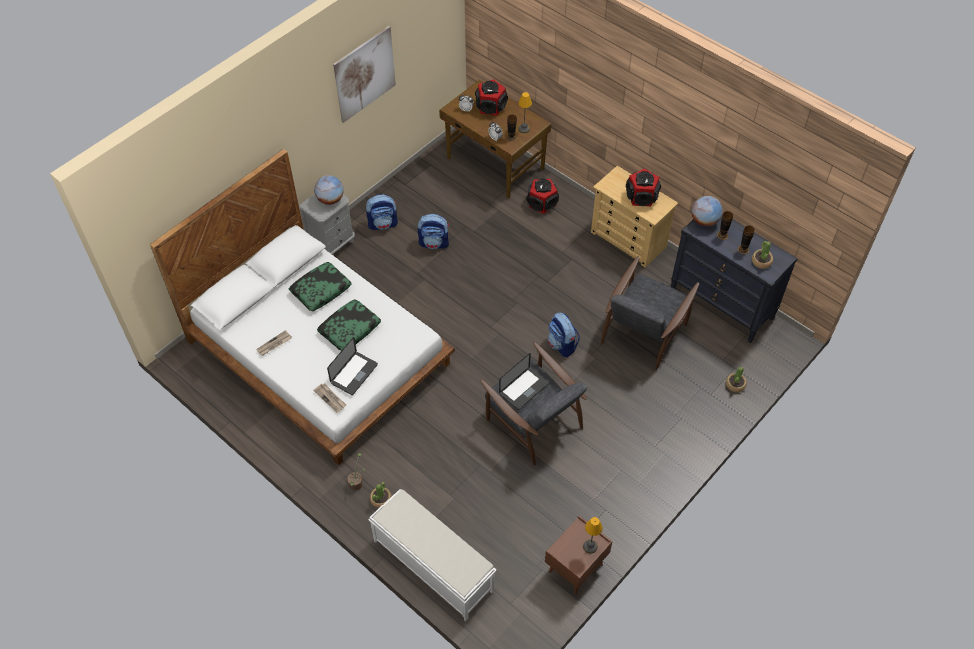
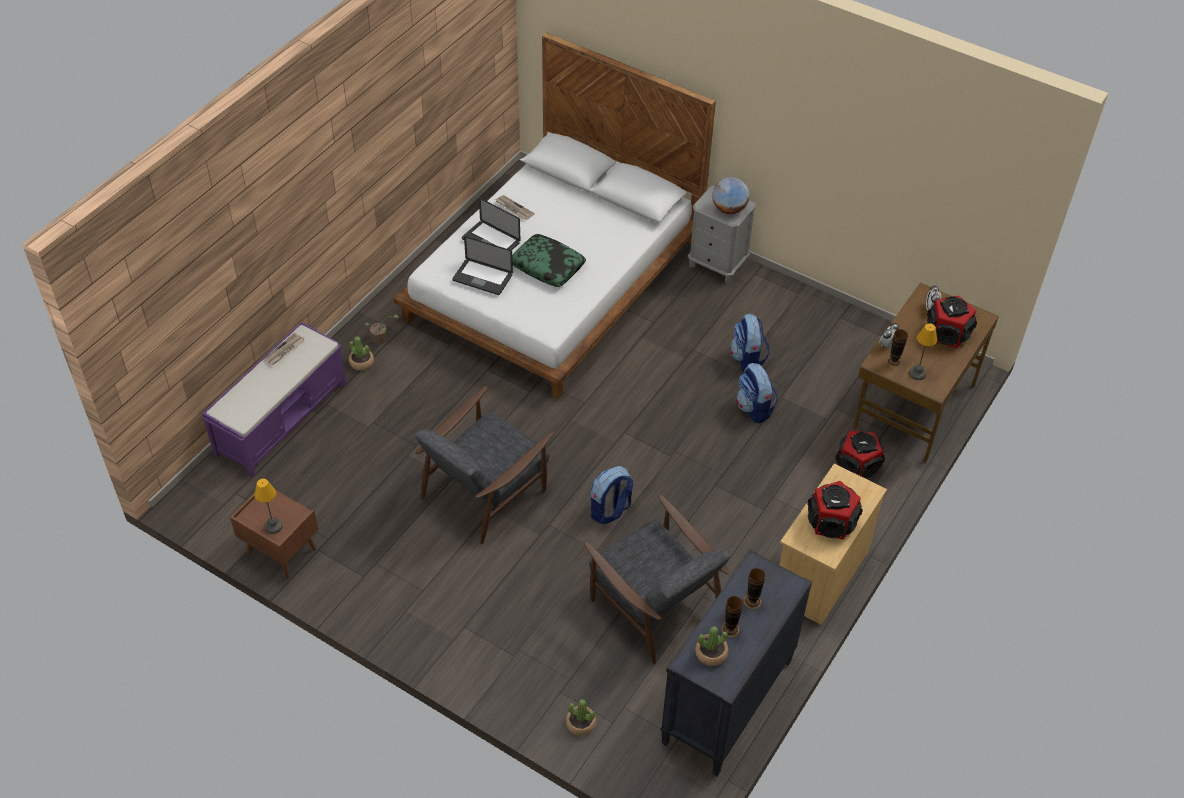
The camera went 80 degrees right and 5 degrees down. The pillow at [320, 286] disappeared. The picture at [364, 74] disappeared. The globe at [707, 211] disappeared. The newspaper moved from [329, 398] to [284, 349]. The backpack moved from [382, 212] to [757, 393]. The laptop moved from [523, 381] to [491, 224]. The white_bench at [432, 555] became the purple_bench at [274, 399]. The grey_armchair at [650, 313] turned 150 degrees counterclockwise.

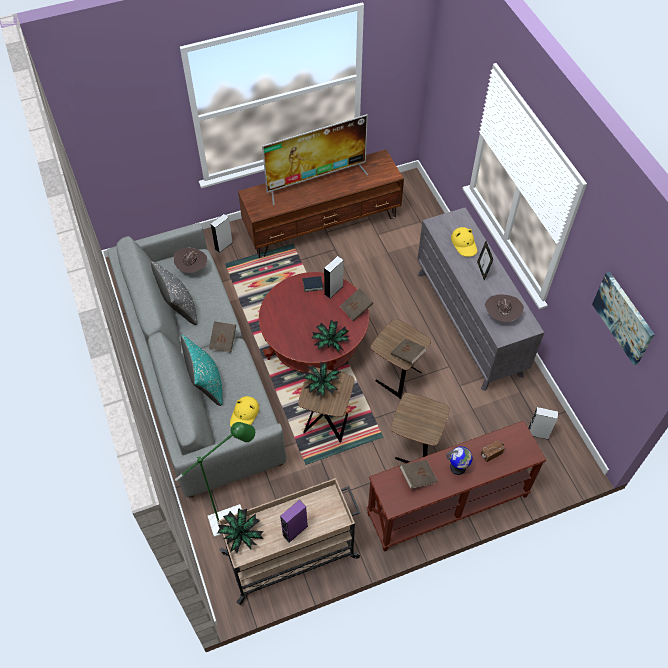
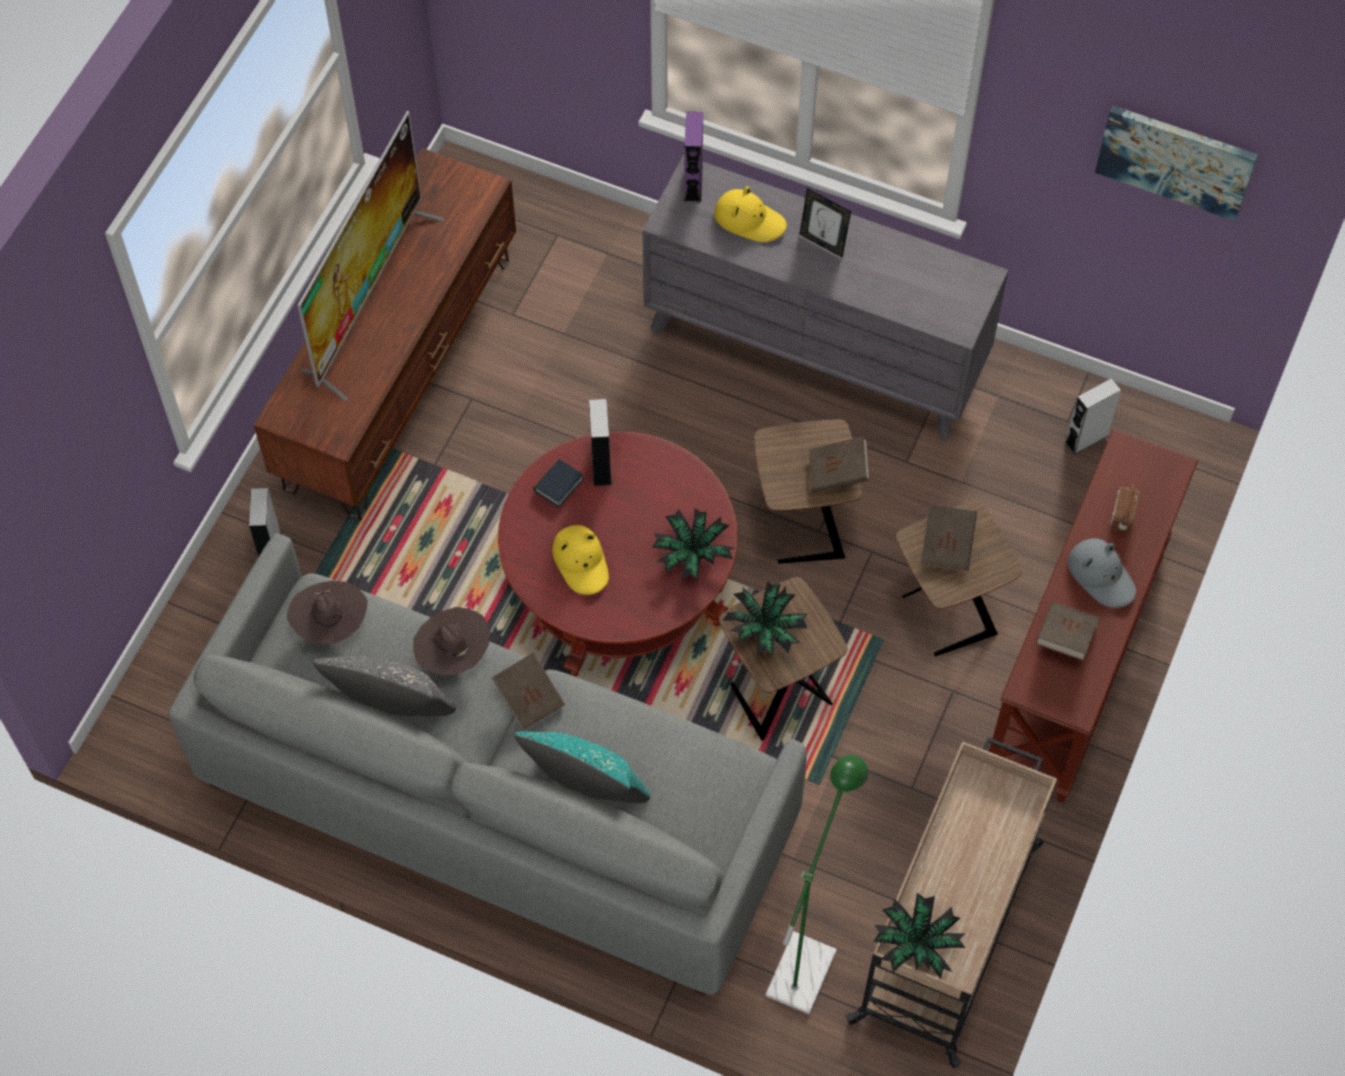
The camera went 45 degrees left and 5 degrees up. The yellow_hat moved from [244, 411] to [580, 560]. The purple_speaker moved from [294, 521] to [693, 156]. The brown_book moved from [357, 304] to [949, 537]. The brown_hat moved from [504, 308] to [451, 641]. The globe at [459, 460] was replaced by the grey_hat at [1102, 573].

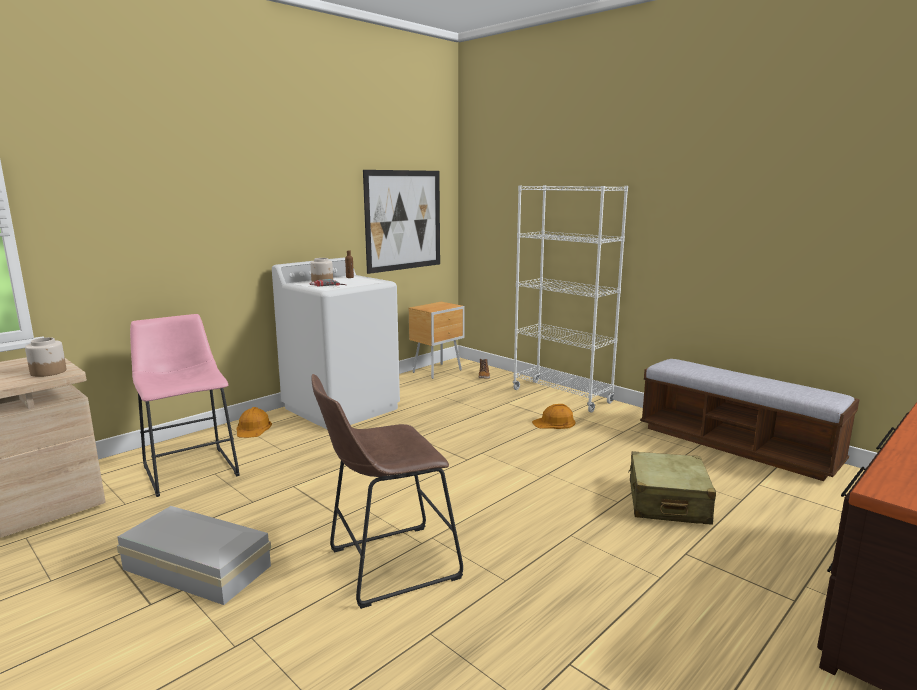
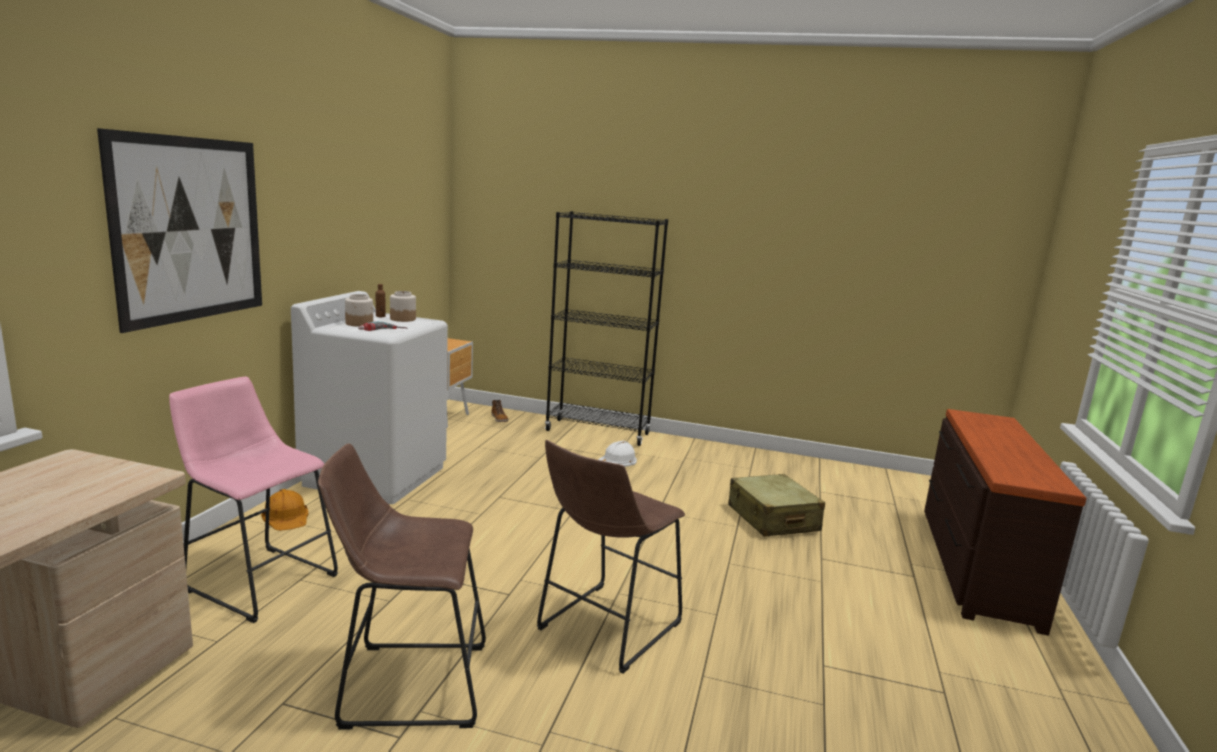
The camera went 30 degrees left and 0 degrees up. The bench at [750, 420] disappeared. The jar moved from [45, 357] to [403, 306]. The picture moved from [401, 222] to [179, 230]. The white_storage_box at [194, 555] was replaced by the brown_stool at [402, 586]. The white_bookcase at [570, 299] became the black_bookcase at [606, 328]. The orange_hard_hat at [553, 416] became the white_hard_hat at [617, 454].

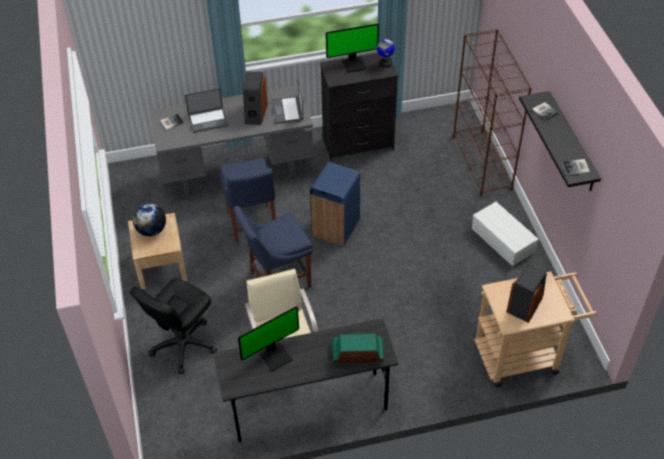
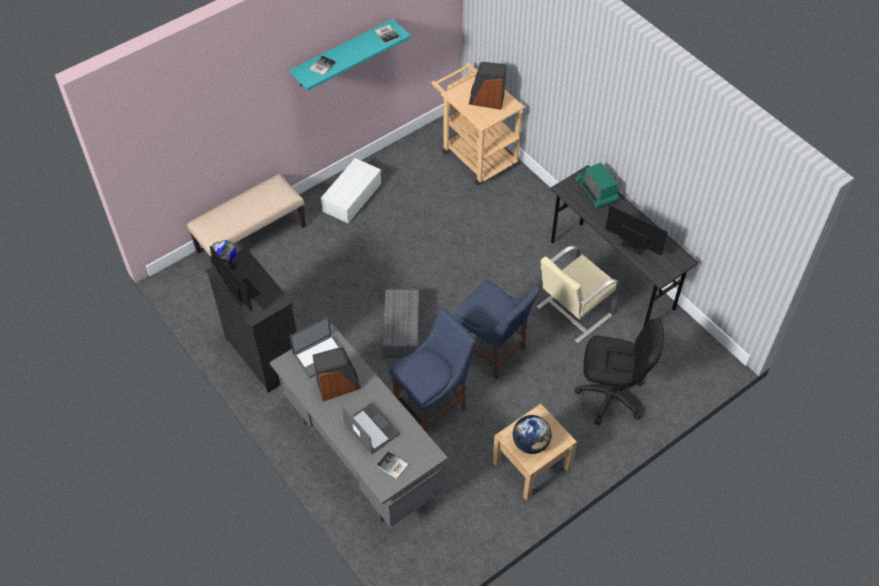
The camera went 115 degrees left and 5 degrees up. The blue_trash_can at [335, 204] was replaced by the grey_storage_box at [401, 324]. The brown_bookcase at [492, 112] was replaced by the beige_bench at [246, 220]. The black_shelf at [560, 141] became the turquoise_shelf at [350, 55].

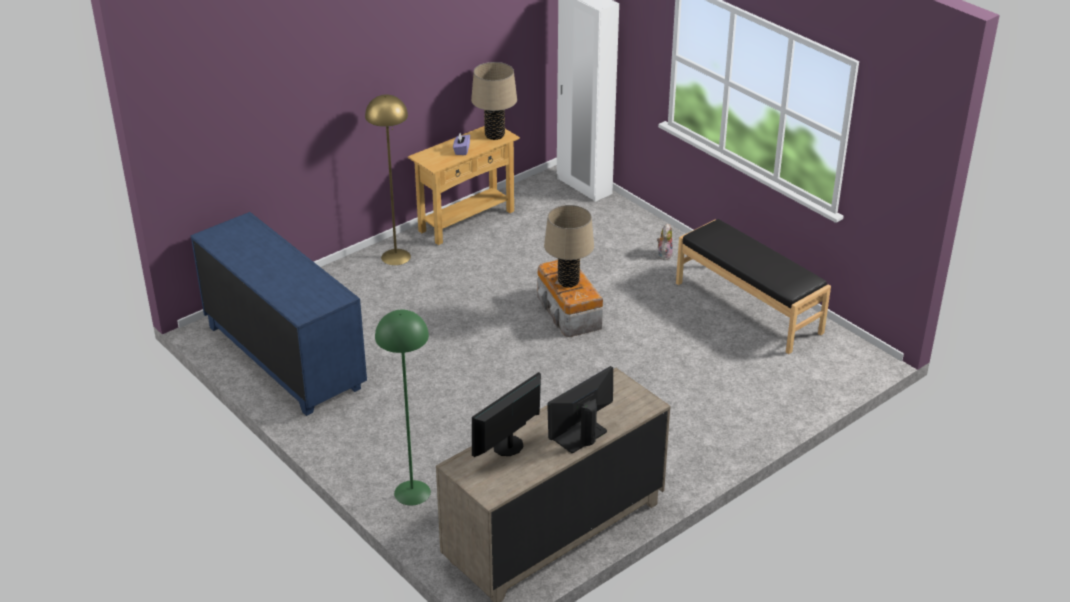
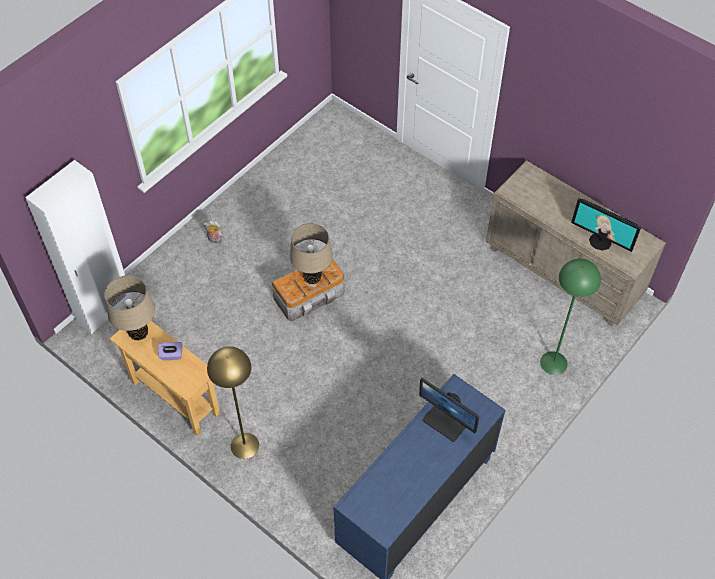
The camera went 100 degrees left and 20 degrees up. The black_bench at [753, 286] disappeared. The monitor moved from [580, 409] to [449, 410].

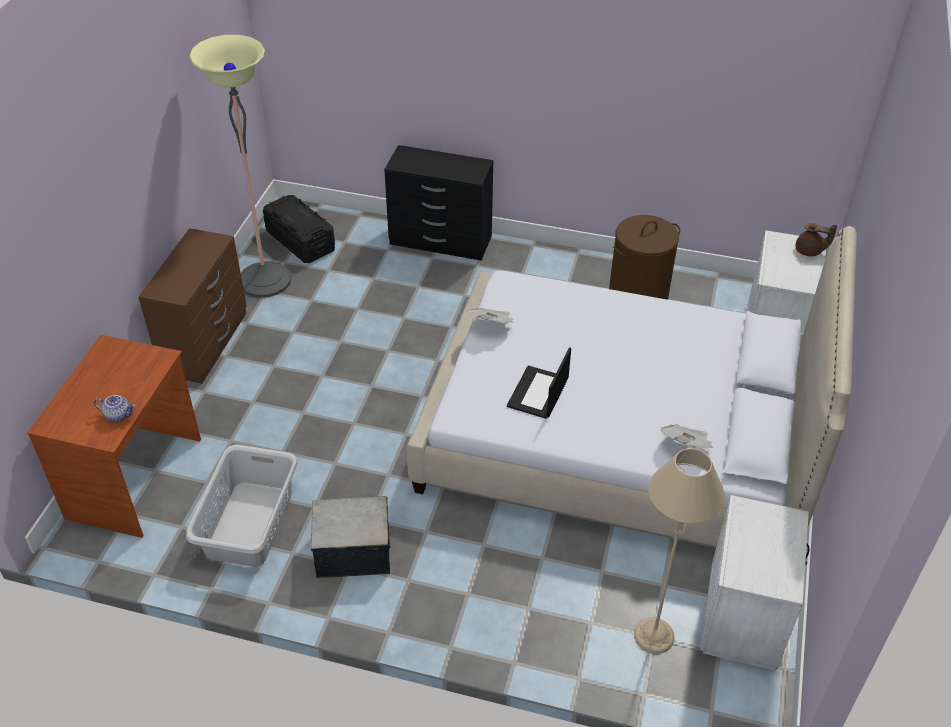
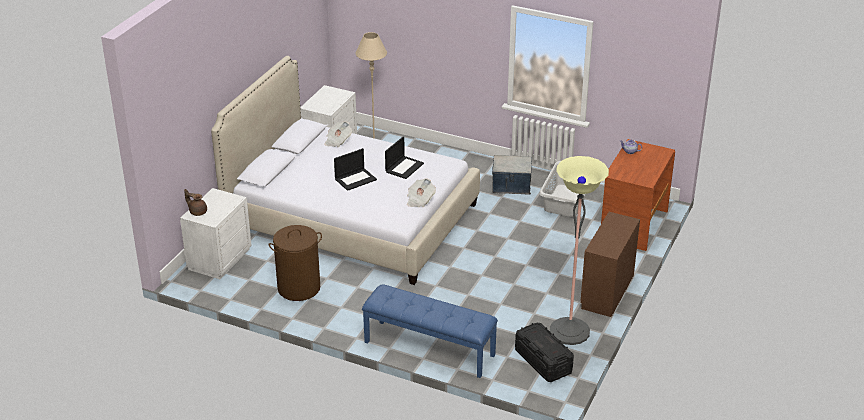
The camera went 170 degrees left and 10 degrees down. The laptop at [355, 169] appeared. The black_dresser at [438, 203] was replaced by the blue_bench at [430, 331].

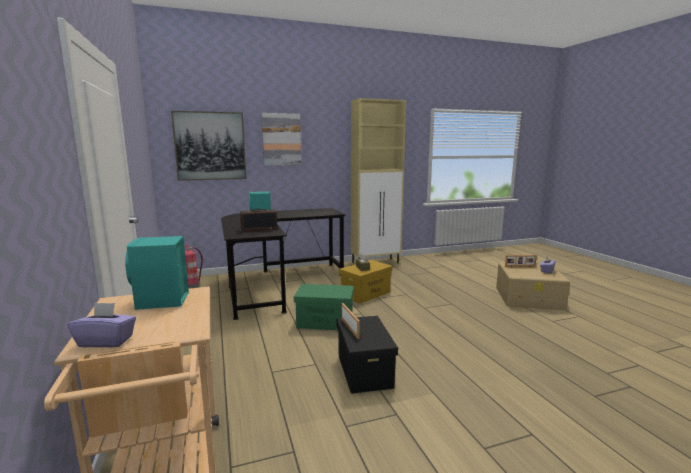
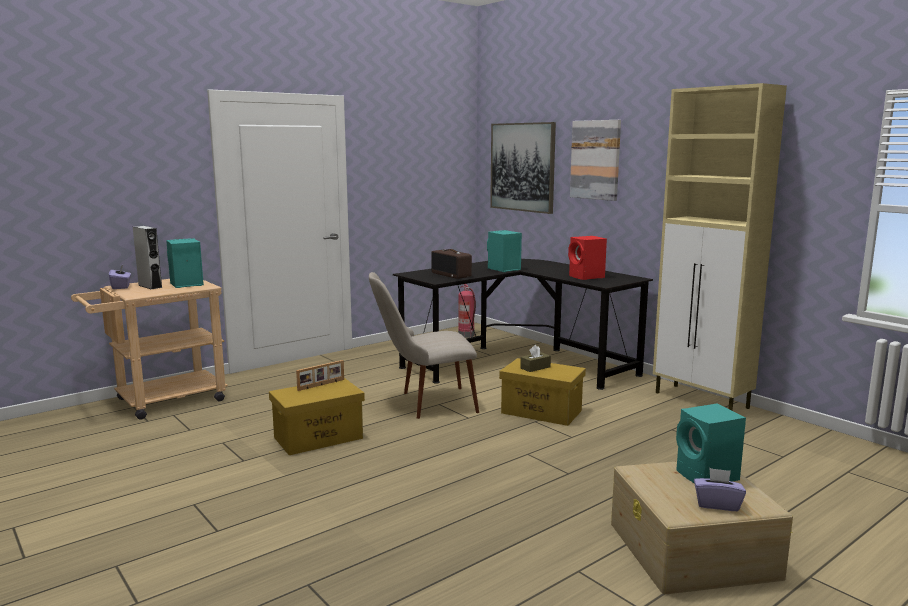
The camera went 70 degrees right and 0 degrees up. The grey_speaker at [147, 257] appeared. The red_speaker at [587, 258] appeared. The green_storage_box at [324, 307] was replaced by the beige_chair at [424, 345]. The picture_frame at [521, 261] was replaced by the turquoise_speaker at [711, 443]. The black_storage_box at [367, 355] became the yellow_storage_box at [317, 416].

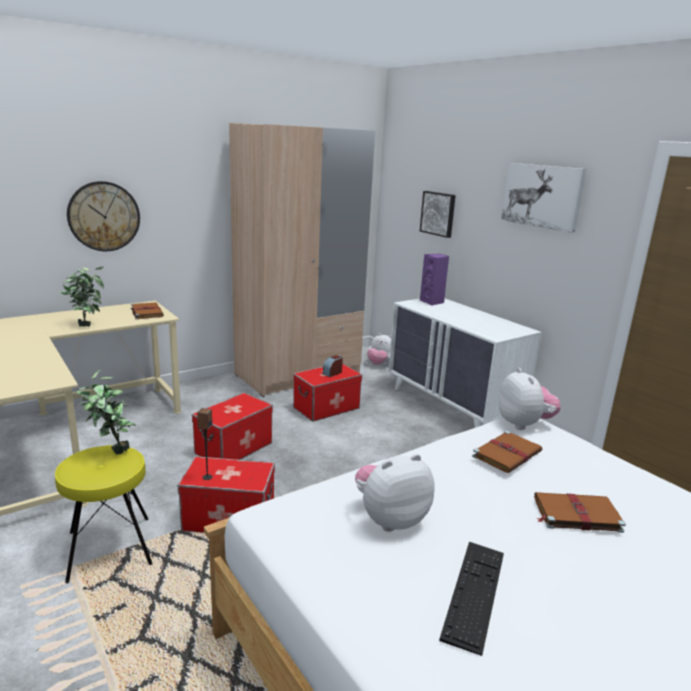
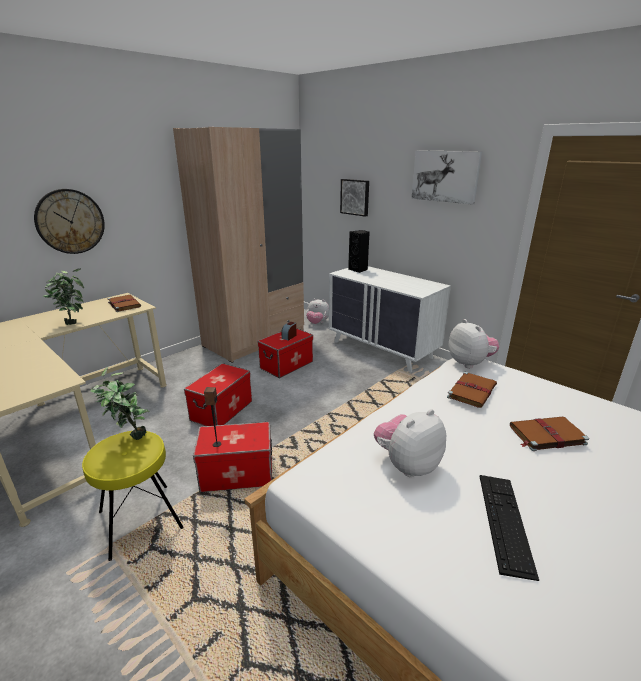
The camera went 10 degrees left and 5 degrees up. The purple_speaker at [434, 280] became the black_speaker at [359, 251].

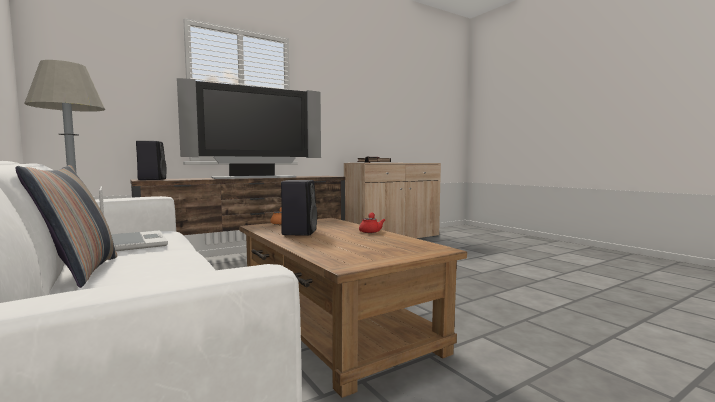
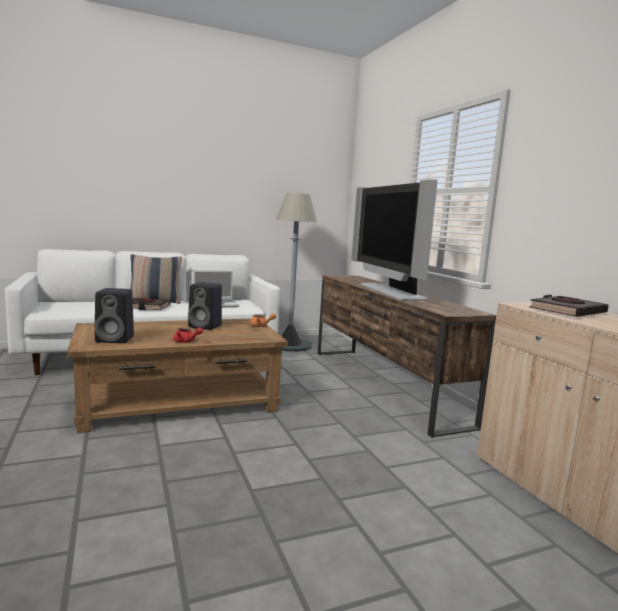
The camera went 100 degrees right and 5 degrees up. The black_book at [151, 304] appeared. The black_speaker moved from [151, 160] to [114, 315].

